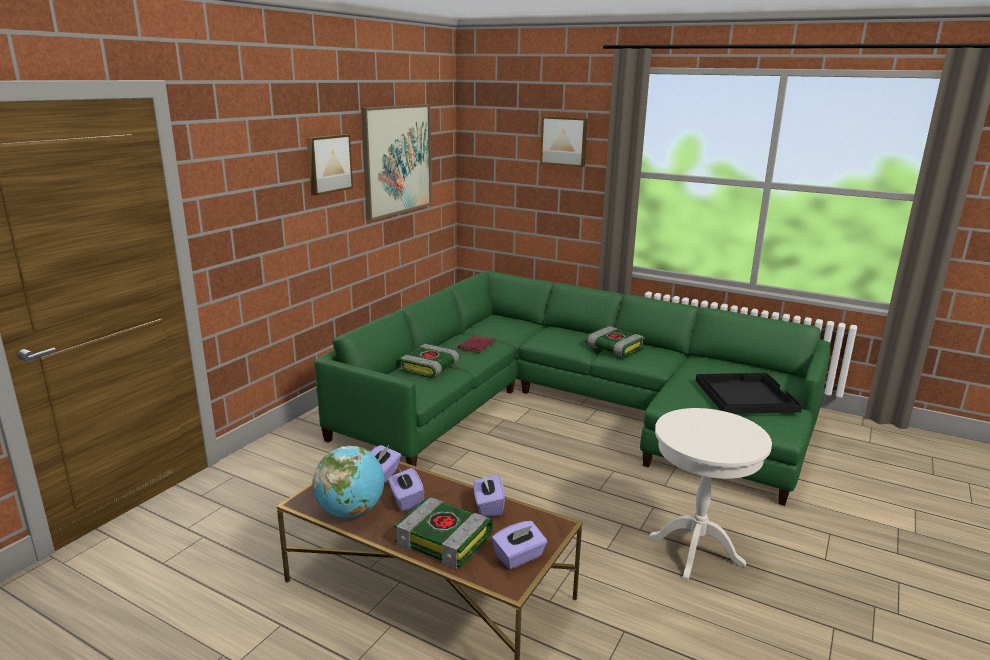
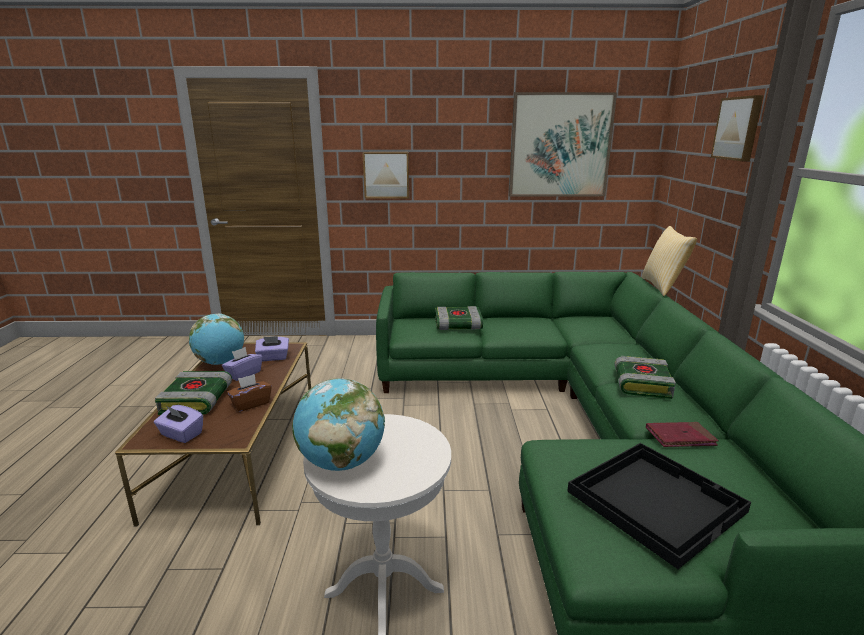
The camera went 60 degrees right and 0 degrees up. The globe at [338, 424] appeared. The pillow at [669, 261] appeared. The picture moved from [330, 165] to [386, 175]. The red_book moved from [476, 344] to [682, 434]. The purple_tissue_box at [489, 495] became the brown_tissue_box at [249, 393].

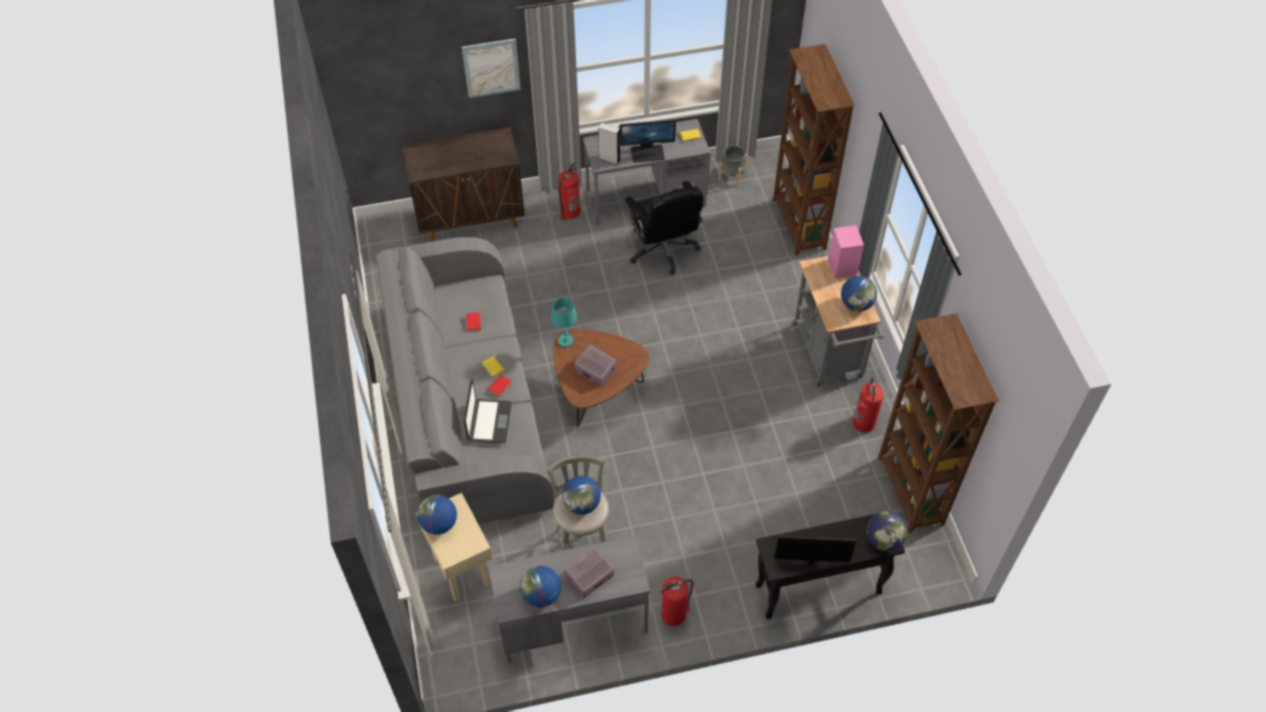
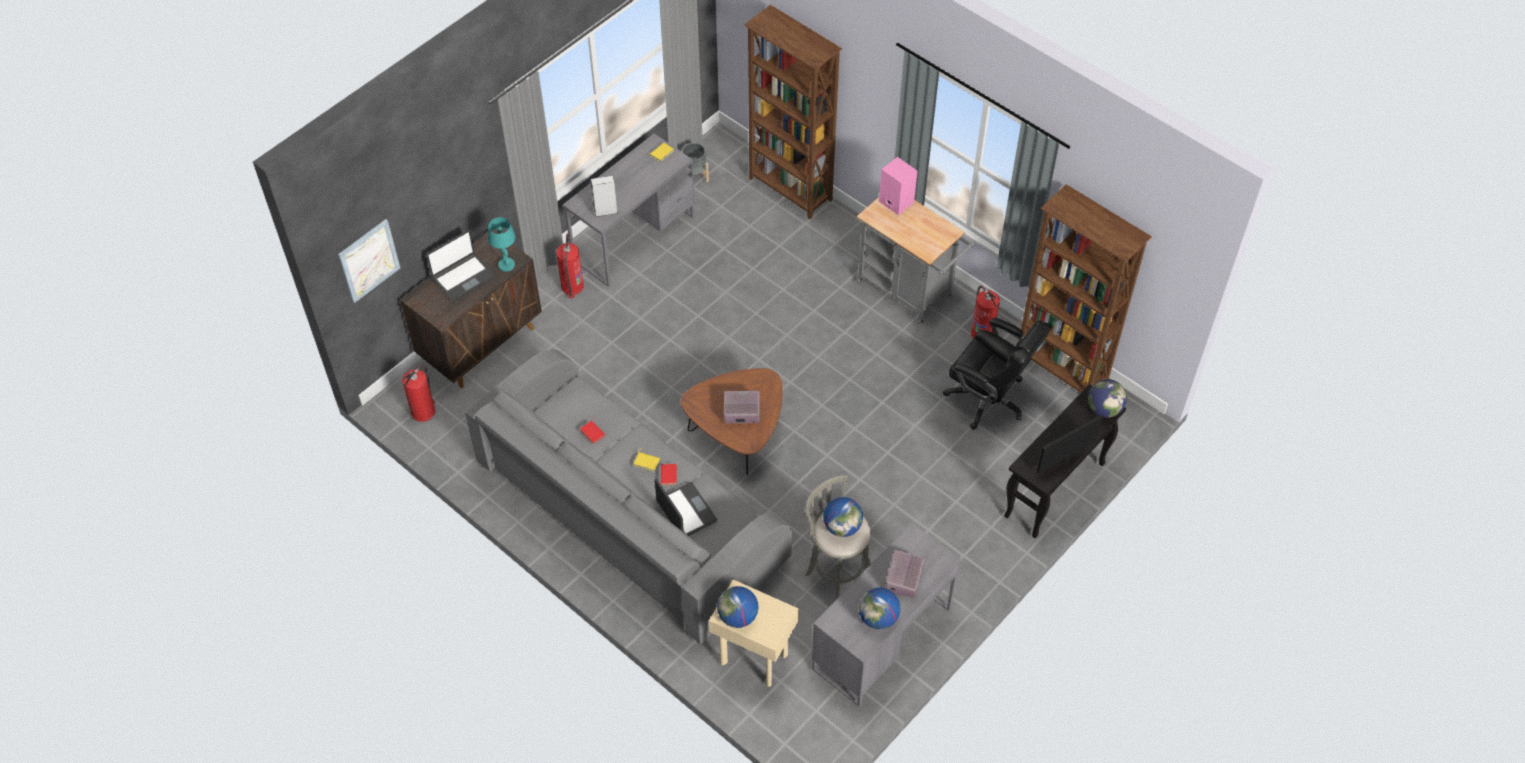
The camera went 35 degrees left and 0 degrees up. The monitor at [648, 141] disappeared. The globe at [859, 294] disappeared. The laptop at [460, 265] appeared. The picture moved from [491, 68] to [369, 261]. The turquoise_table_lamp moved from [564, 322] to [501, 244]. The black_office_chair moved from [664, 228] to [997, 374]. The fire_extinguisher moved from [677, 601] to [418, 393].

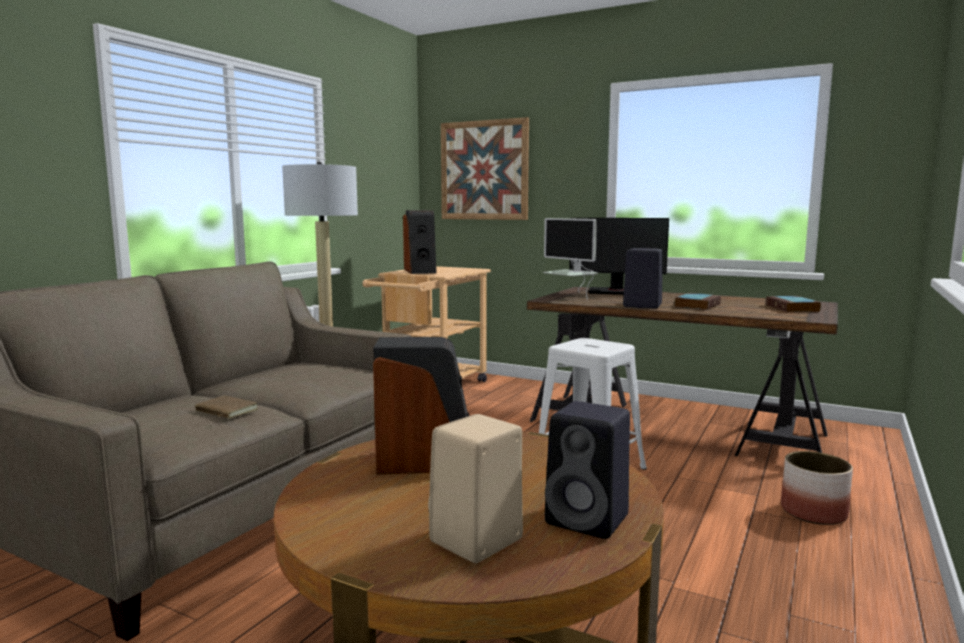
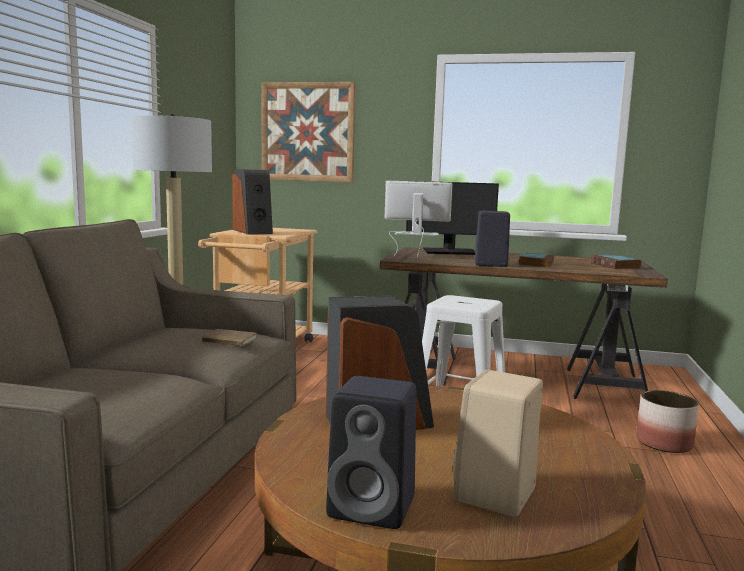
The camera went 15 degrees left and 0 degrees up. The brown_book moved from [226, 407] to [230, 337]. The black_speaker moved from [587, 470] to [371, 452]. The monitor at [570, 258] turned 150 degrees clockwise.

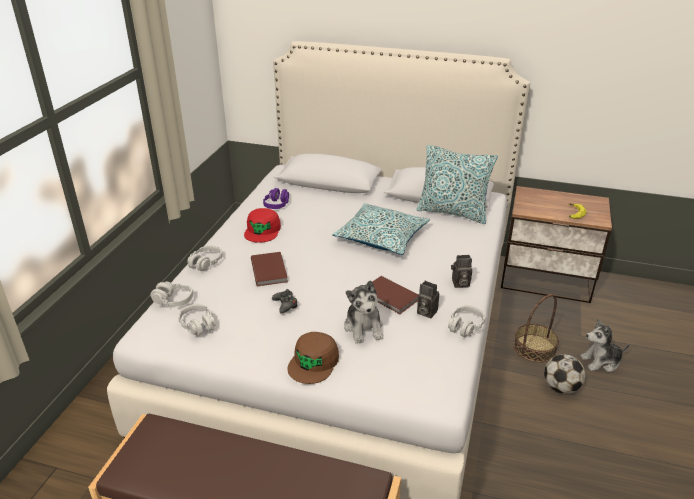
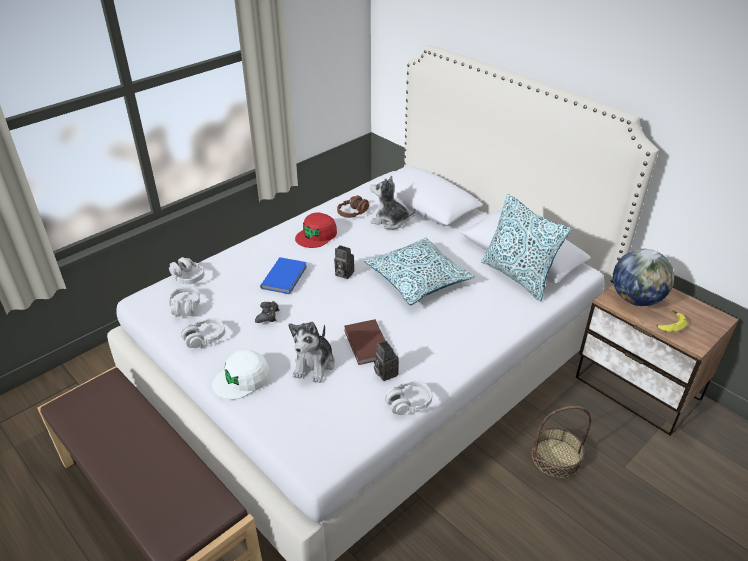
The camera went 30 degrees right and 5 degrees up. The football at [565, 374] disappeared. The globe at [643, 277] appeared. The grey_headphones moved from [205, 258] to [203, 333]. The photo_camera moved from [461, 271] to [344, 262]. The plush_toy moved from [605, 345] to [393, 202]. The brown_book at [269, 269] became the blue_book at [283, 275]. The purple_headphones at [276, 198] became the brown_headphones at [353, 207]. The brown_cap at [313, 358] became the white_cap at [241, 375].

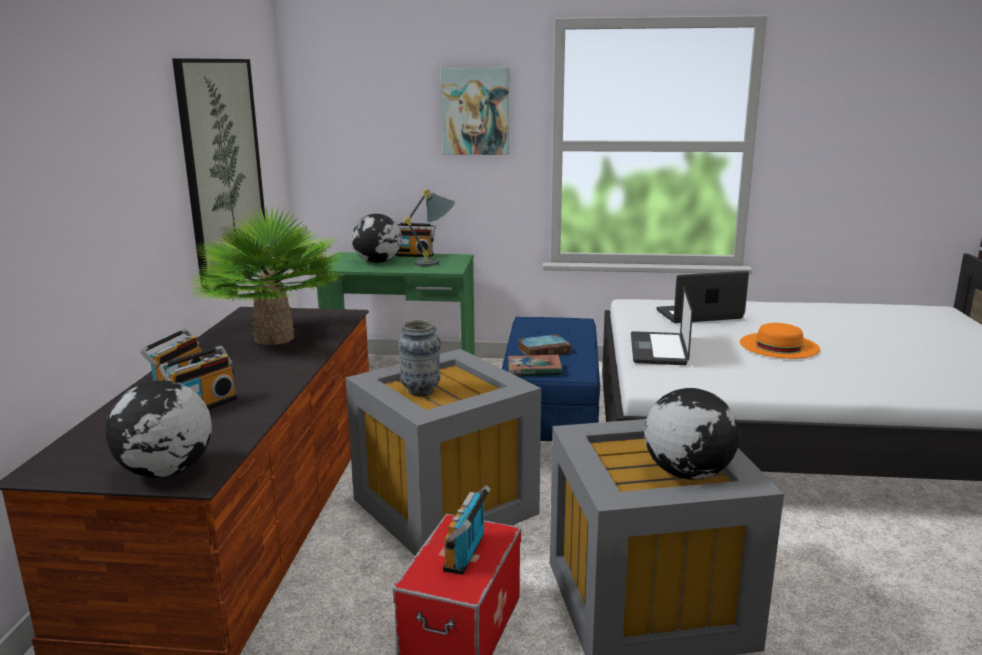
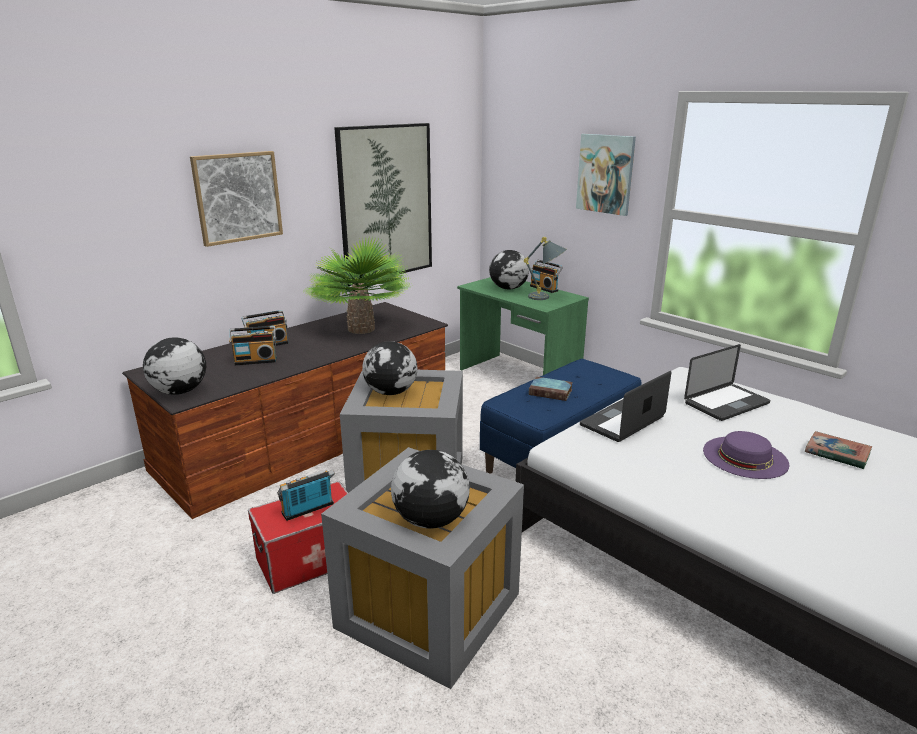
The camera went 40 degrees right and 5 degrees up. The picture at [236, 199] appeared. The book moved from [535, 365] to [838, 450]. The vase at [419, 358] was replaced by the globe at [390, 368]. The orange_hat at [780, 341] became the purple_hat at [746, 455]. The laptop at [703, 297] turned 120 degrees clockwise.

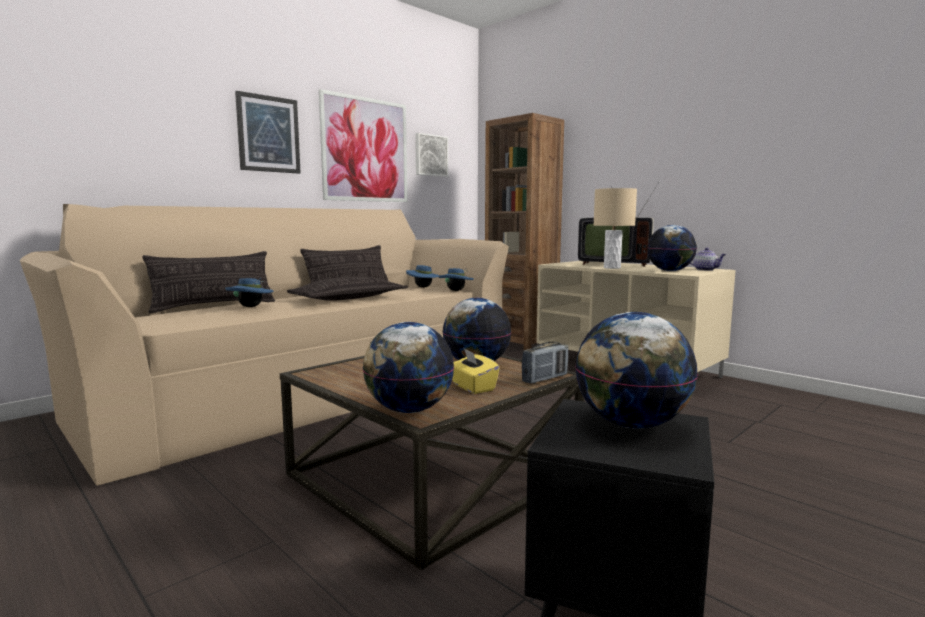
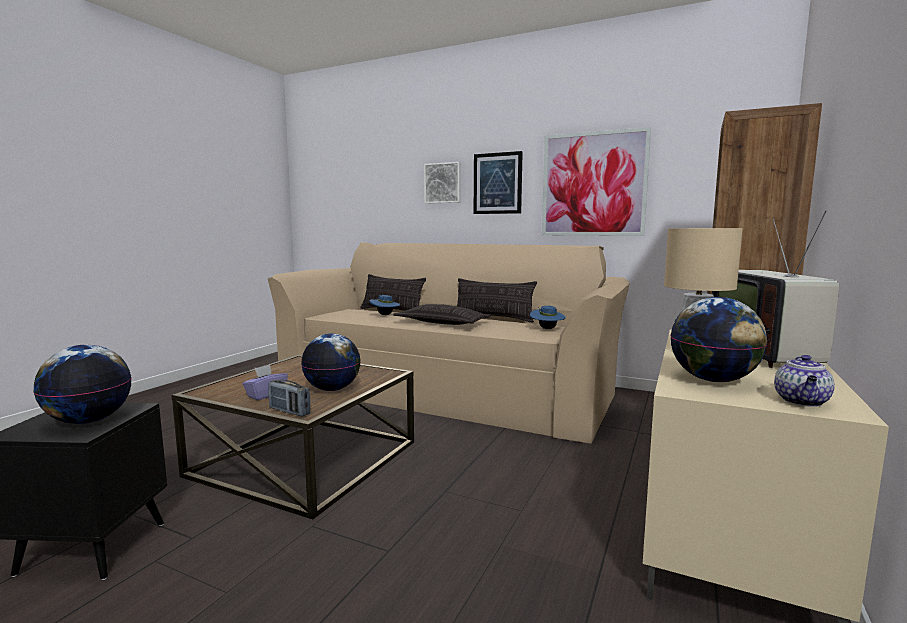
The camera went 70 degrees right and 0 degrees up. The globe at [408, 367] disappeared. The blue_hat at [456, 279] disappeared. The picture moved from [431, 155] to [442, 182]. The yellow_tissue_box at [475, 371] became the purple_tissue_box at [265, 382].

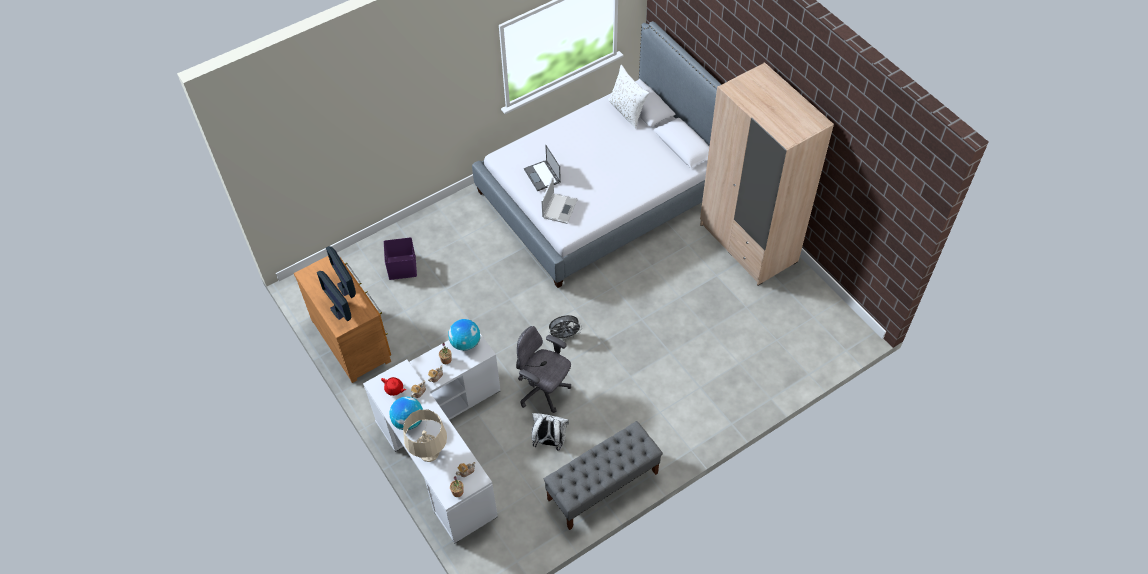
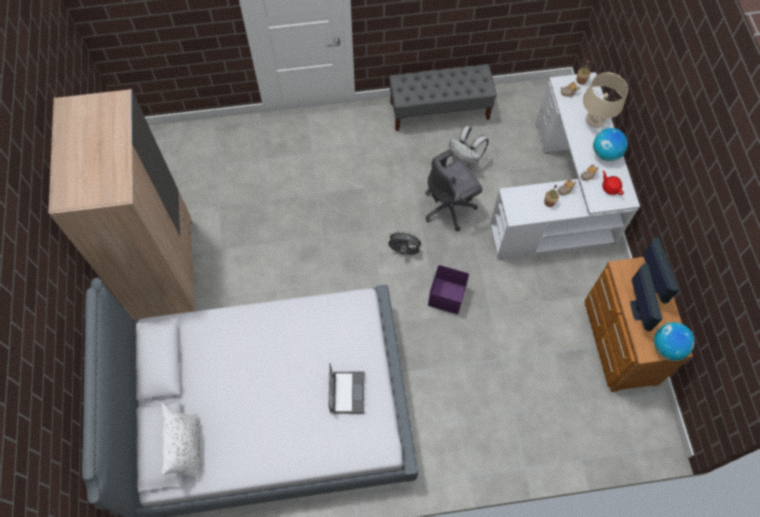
The camera went 155 degrees left and 10 degrees up. The laptop at [559, 200] disappeared. The purple_storage_box moved from [400, 259] to [448, 289]. The globe moved from [464, 335] to [674, 341]. The grey_office_chair at [543, 369] turned 90 degrees clockwise.

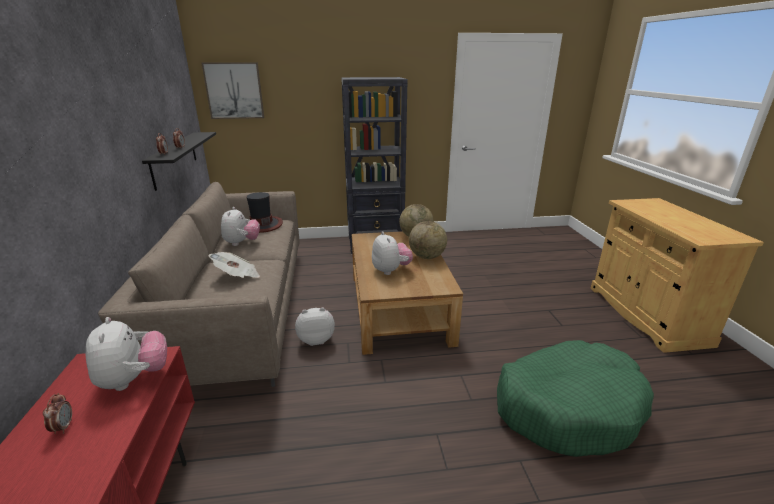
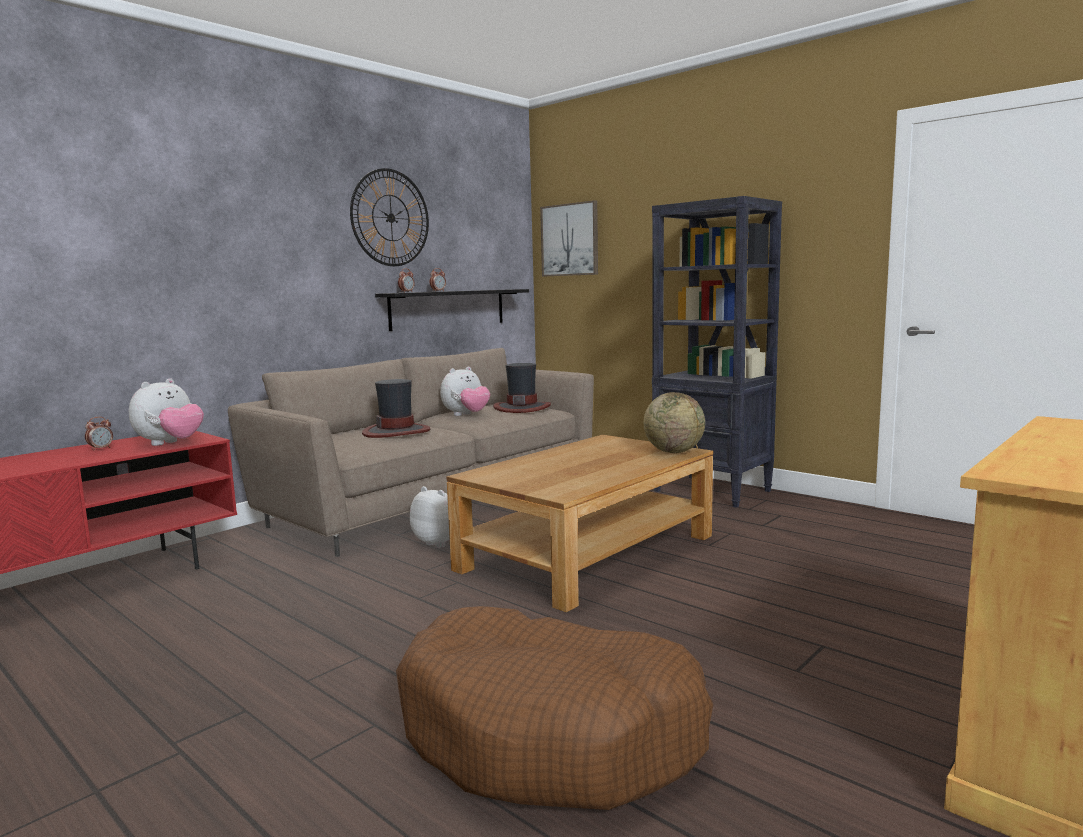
The camera went 50 degrees right and 15 degrees down. The plush_toy at [392, 253] disappeared. The globe at [428, 240] disappeared. The wall_clock at [389, 217] appeared. The newspaper at [234, 265] was replaced by the hat at [396, 408]. The green_dog_bed at [575, 398] became the brown_dog_bed at [555, 708].

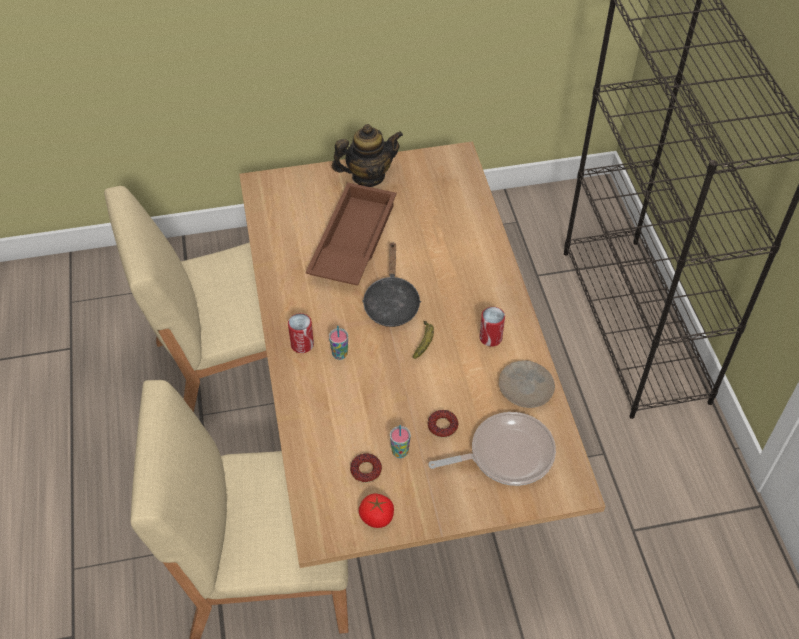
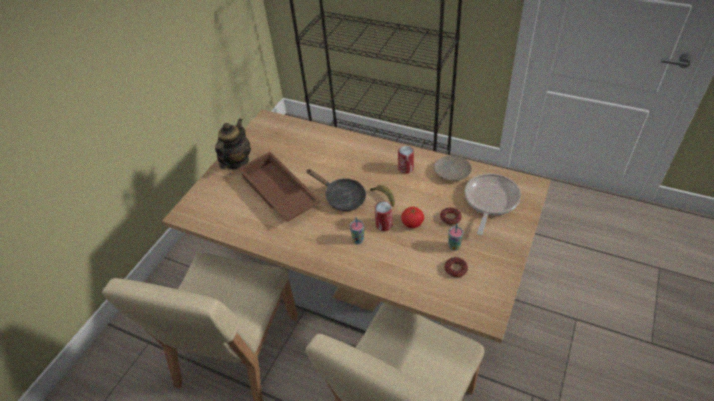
The camera went 50 degrees left and 5 degrees down. The can moved from [301, 333] to [383, 216]. The tomato moved from [376, 510] to [412, 217].

